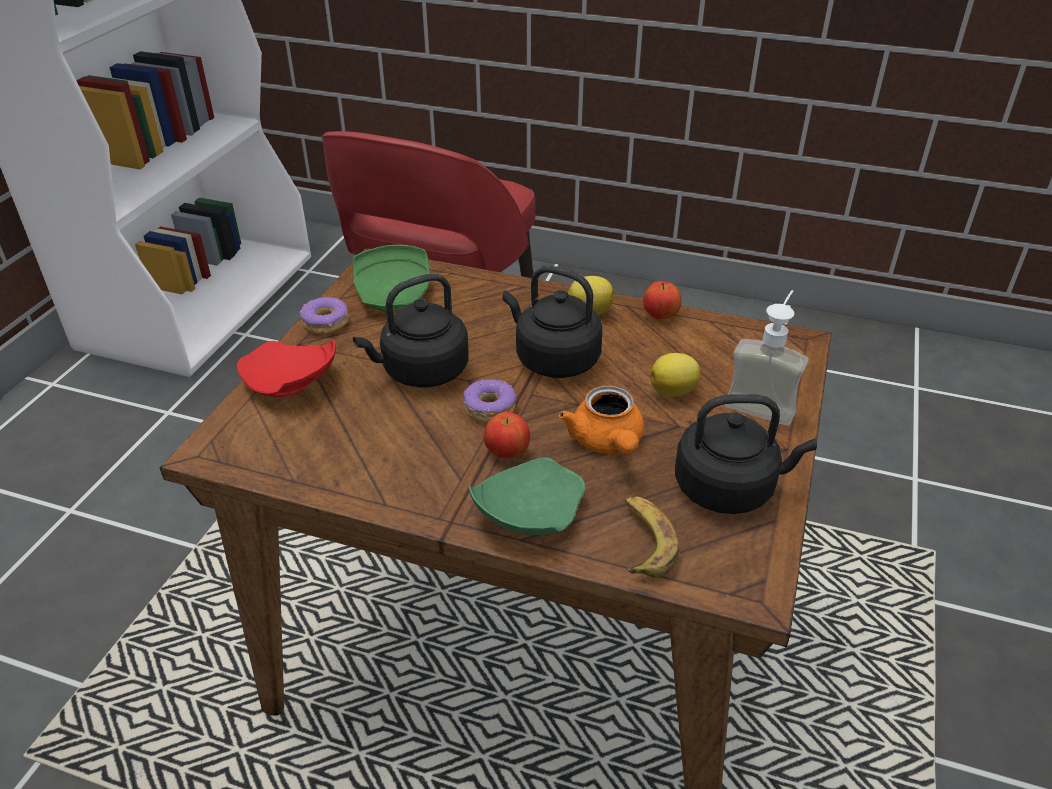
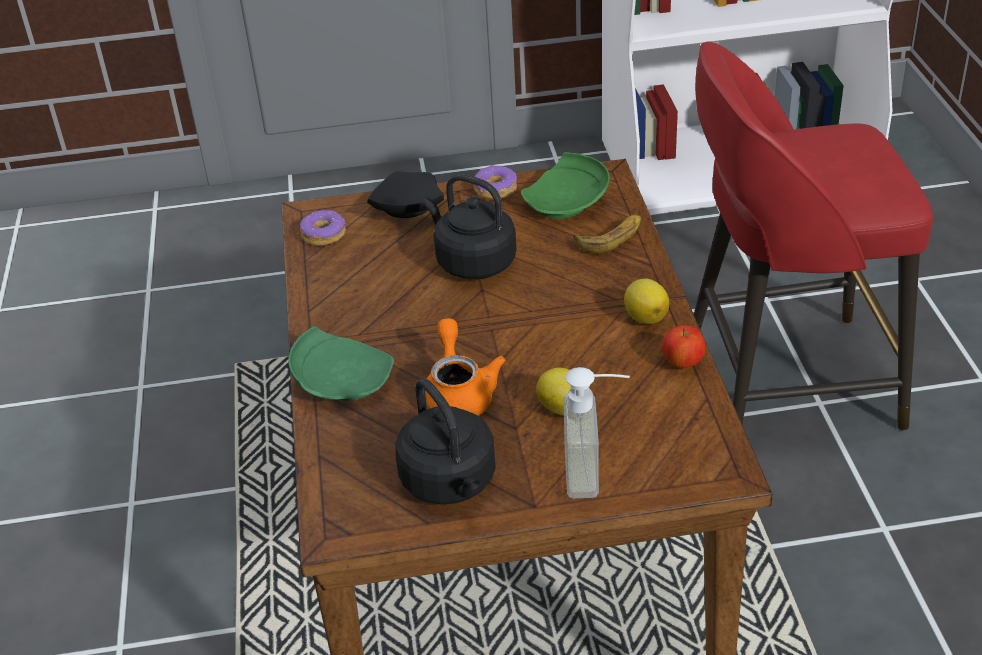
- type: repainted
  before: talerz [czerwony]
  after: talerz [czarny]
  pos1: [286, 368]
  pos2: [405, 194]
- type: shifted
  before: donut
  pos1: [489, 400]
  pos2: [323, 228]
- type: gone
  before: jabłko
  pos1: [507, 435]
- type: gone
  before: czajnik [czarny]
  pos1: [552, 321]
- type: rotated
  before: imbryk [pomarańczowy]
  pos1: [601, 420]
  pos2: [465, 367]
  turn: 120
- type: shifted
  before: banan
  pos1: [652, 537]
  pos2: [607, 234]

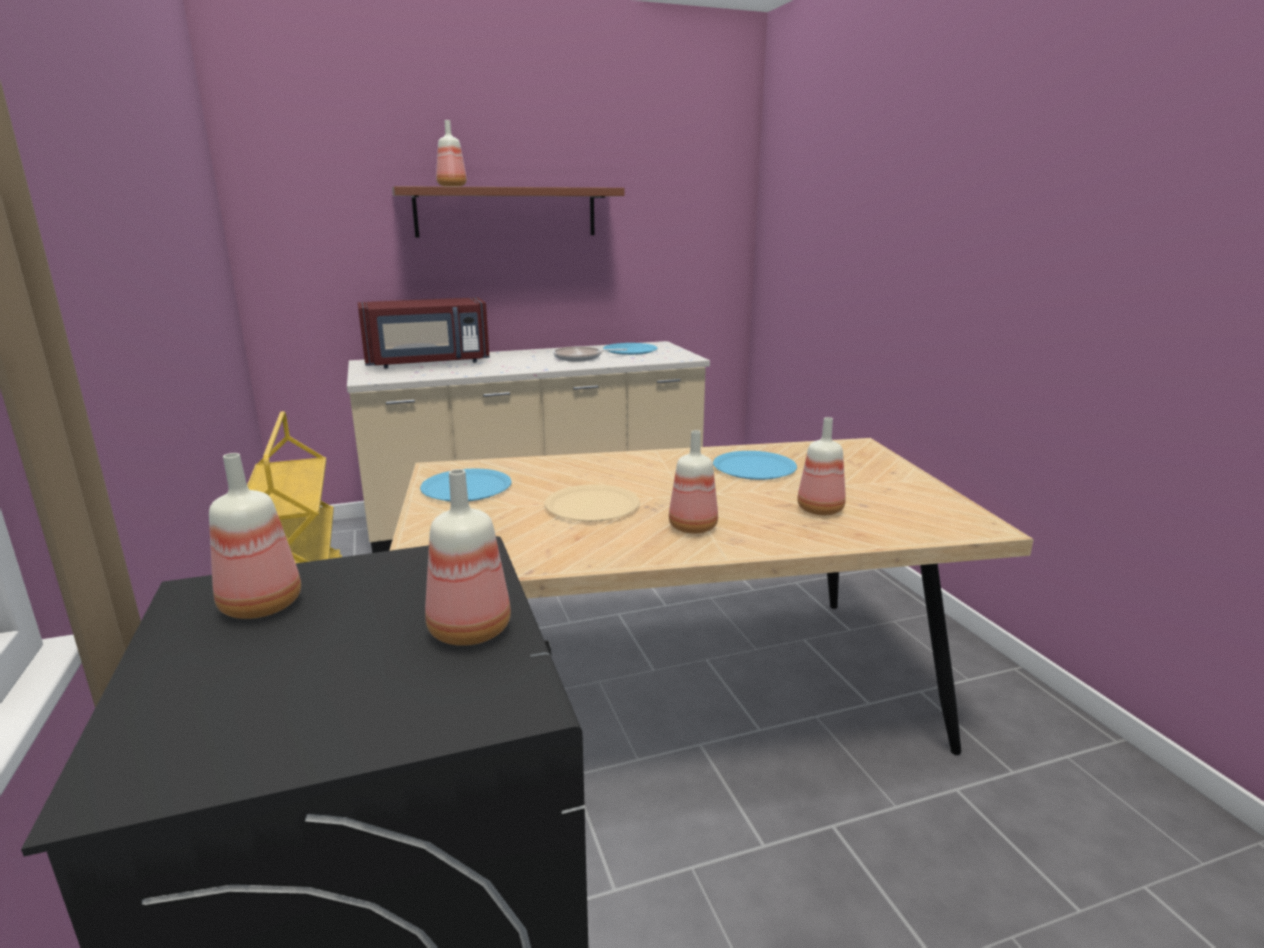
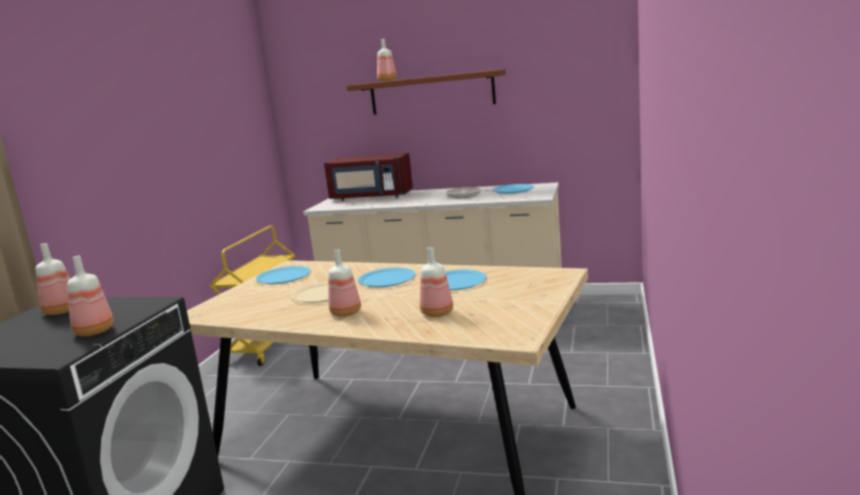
- type: new
  after: talerz [niebieski]
  pos2: [387, 277]

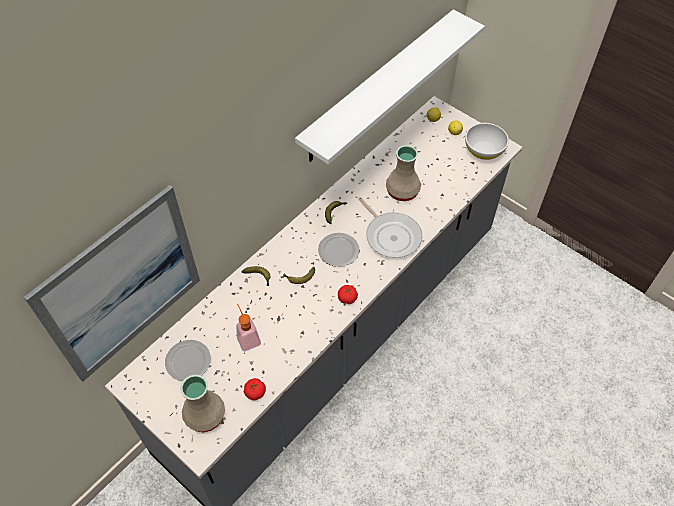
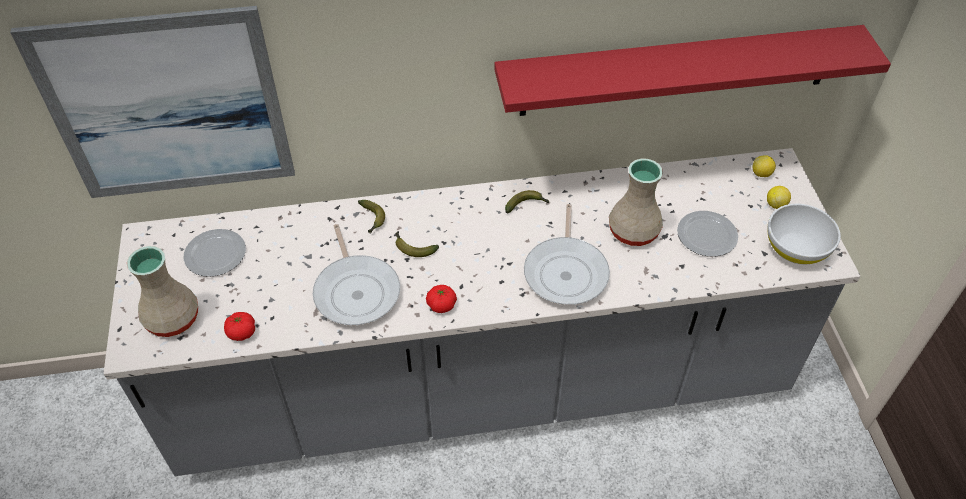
- type: gone
  before: dozownik mydła
  pos1: [248, 327]
- type: repainted
  before: półka [biały]
  after: półka [czerwony]
  pos1: [390, 87]
  pos2: [692, 70]
- type: shifted
  before: talerz
  pos1: [338, 250]
  pos2: [707, 234]
- type: new
  after: patelnia
  pos2: [356, 275]

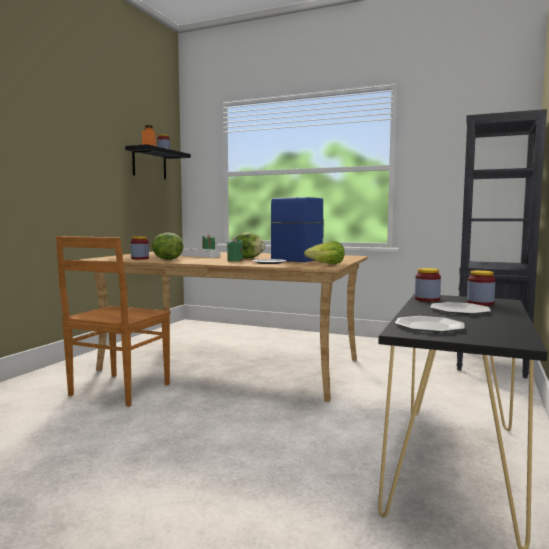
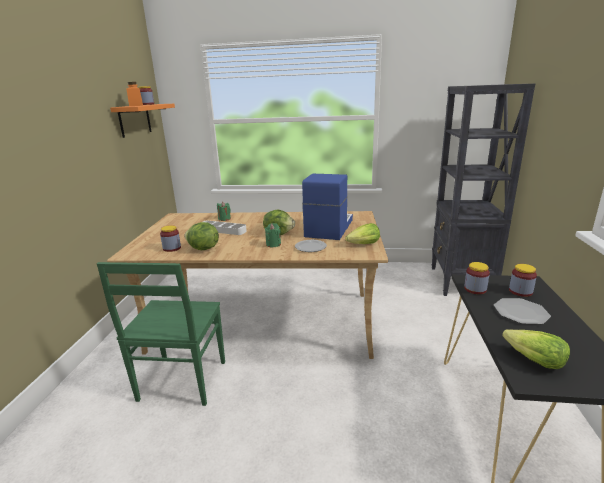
- type: repainted
  before: krzesło [brązowy]
  after: krzesło [zielony]
  pos1: [113, 321]
  pos2: [161, 334]
- type: repainted
  before: półka [czarny]
  after: półka [pomarańczowy]
  pos1: [158, 162]
  pos2: [142, 121]
- type: swapped
  before: talerz
  after: sałata
  pos1: [430, 324]
  pos2: [536, 349]

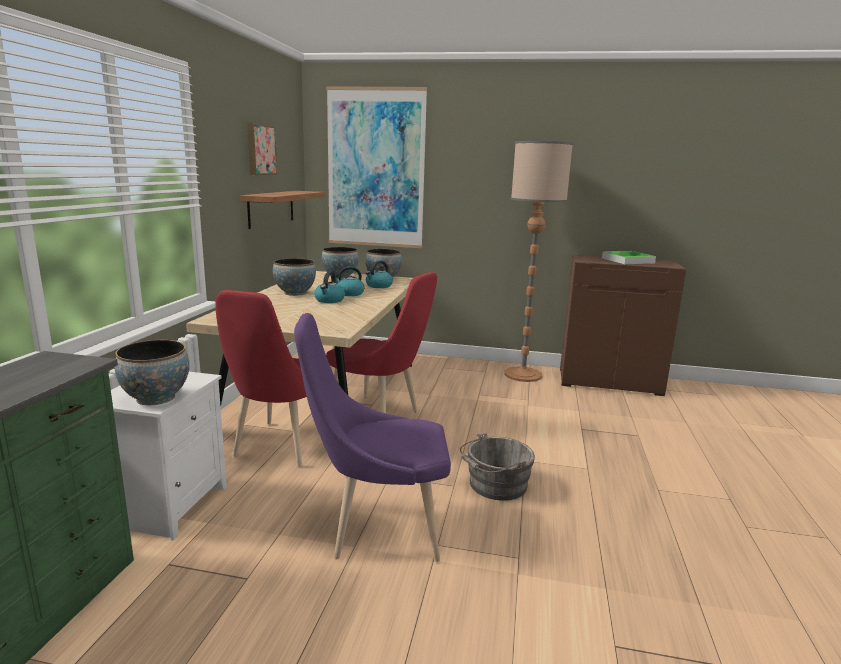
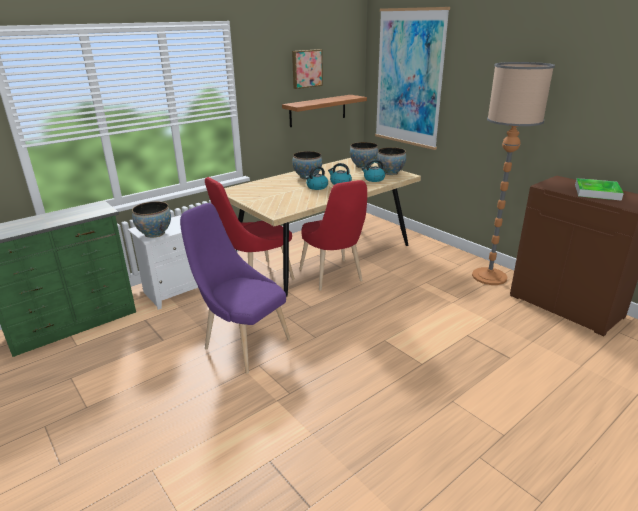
- type: gone
  before: wiadro [szary]
  pos1: [497, 466]

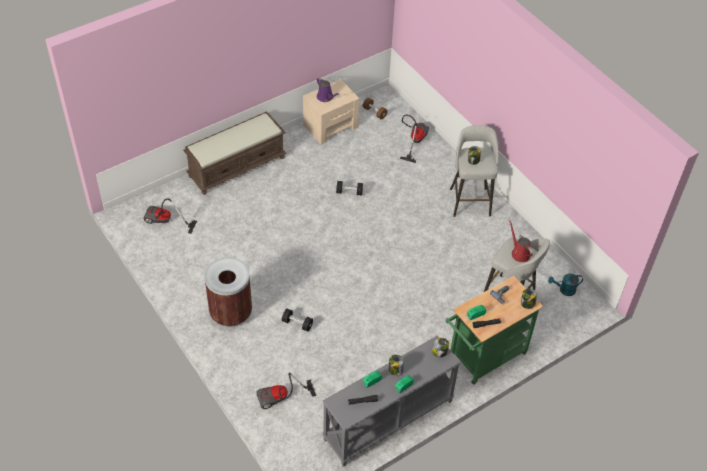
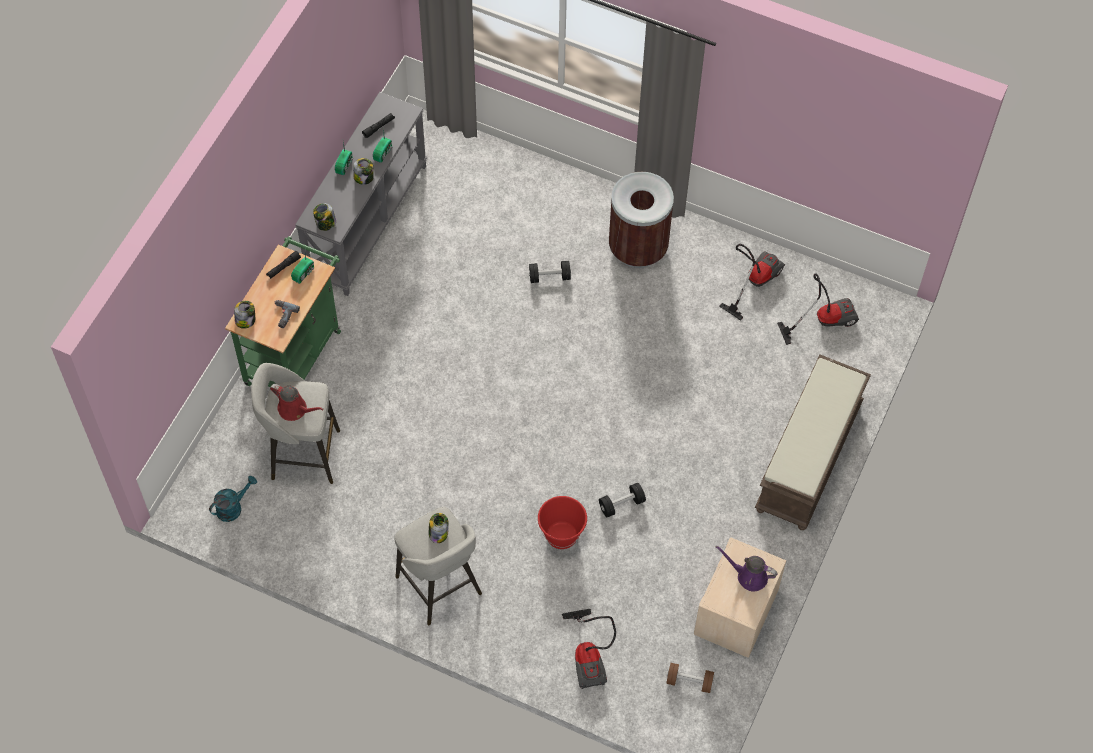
- type: shifted
  before: odkurzacz
  pos1: [286, 391]
  pos2: [752, 282]
- type: new
  after: wiadro [czerwony]
  pos2: [562, 522]

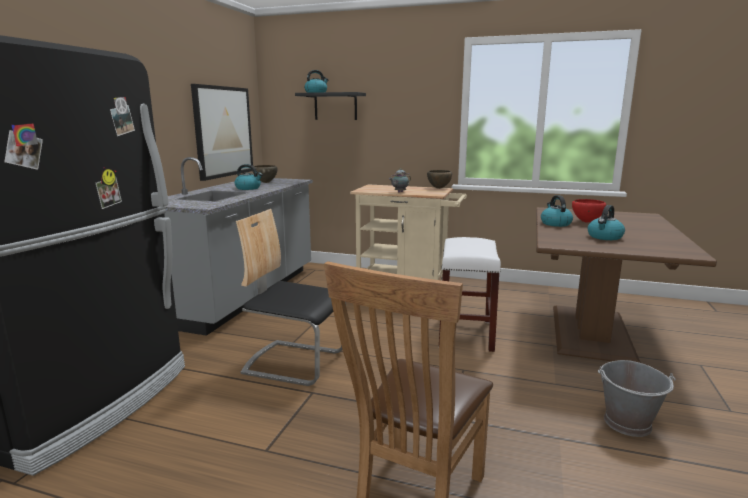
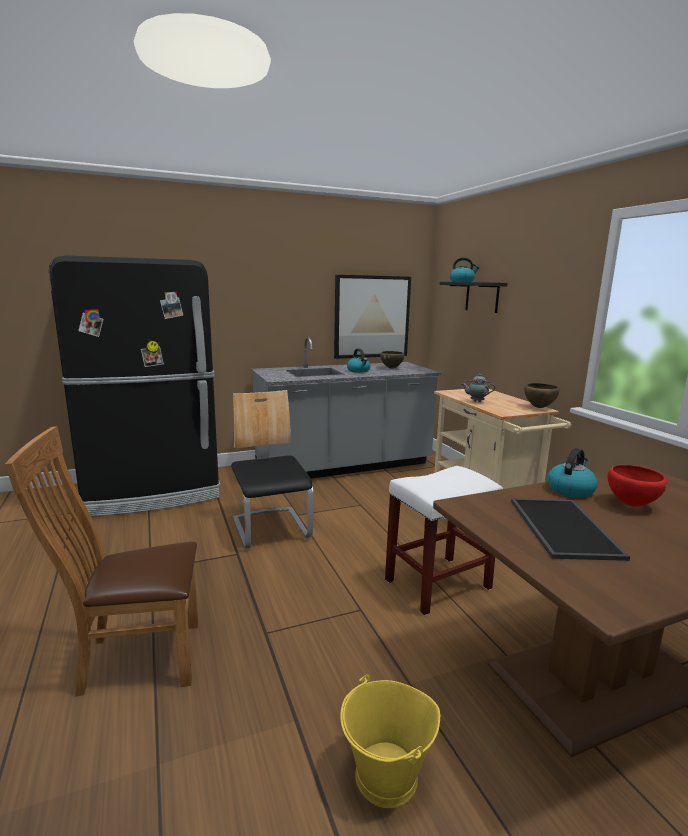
- type: swapped
  before: czajnik
  after: taca
  pos1: [606, 222]
  pos2: [570, 529]
- type: repainted
  before: wiadro [szary]
  after: wiadro [żółty]
  pos1: [637, 398]
  pos2: [390, 741]

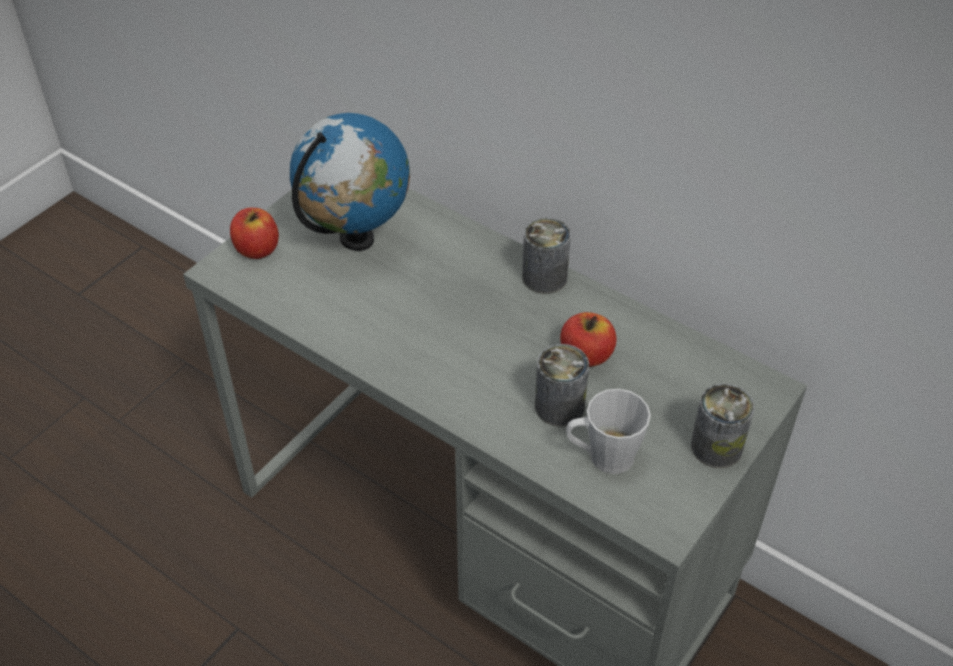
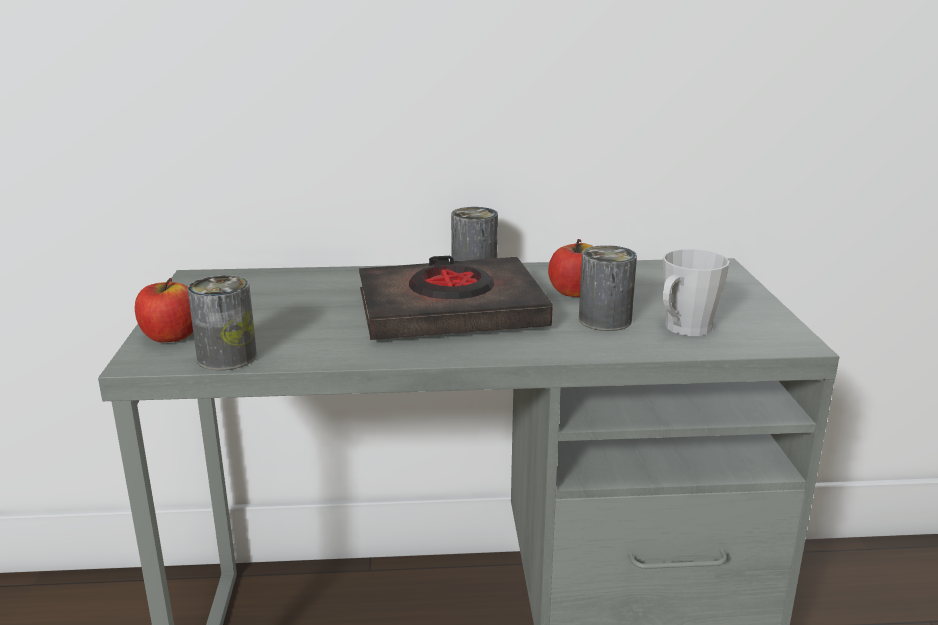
- type: gone
  before: globus
  pos1: [350, 182]
- type: shifted
  before: puszka
  pos1: [722, 426]
  pos2: [222, 322]
- type: new
  after: książka [czarny]
  pos2: [456, 298]

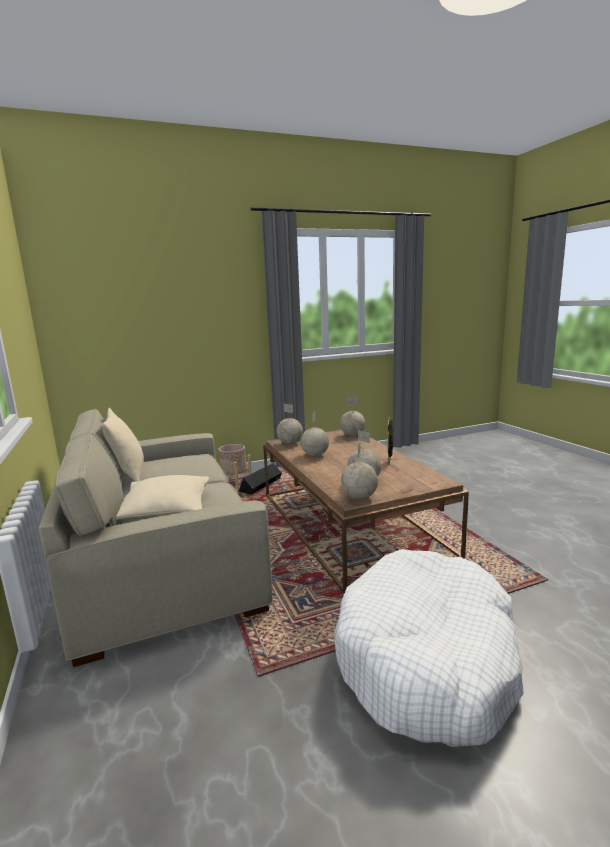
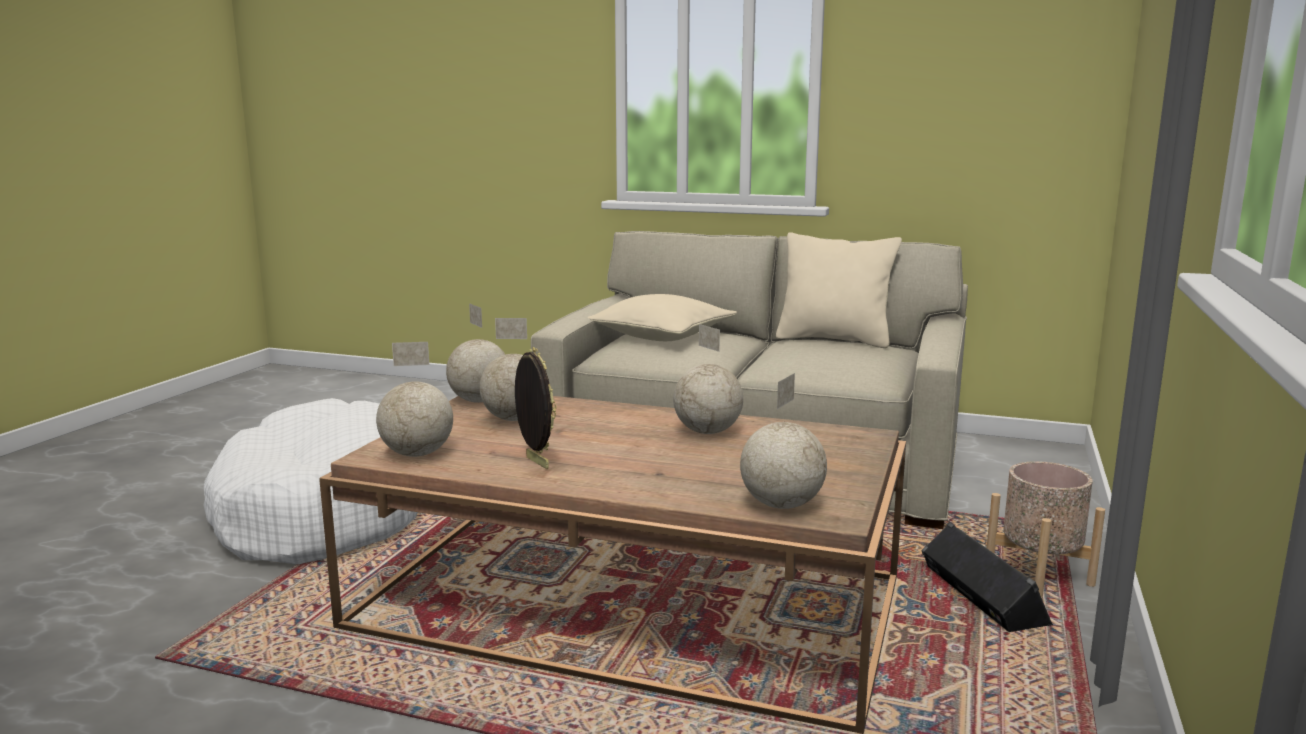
- type: shifted
  before: globus
  pos1: [290, 424]
  pos2: [414, 399]

